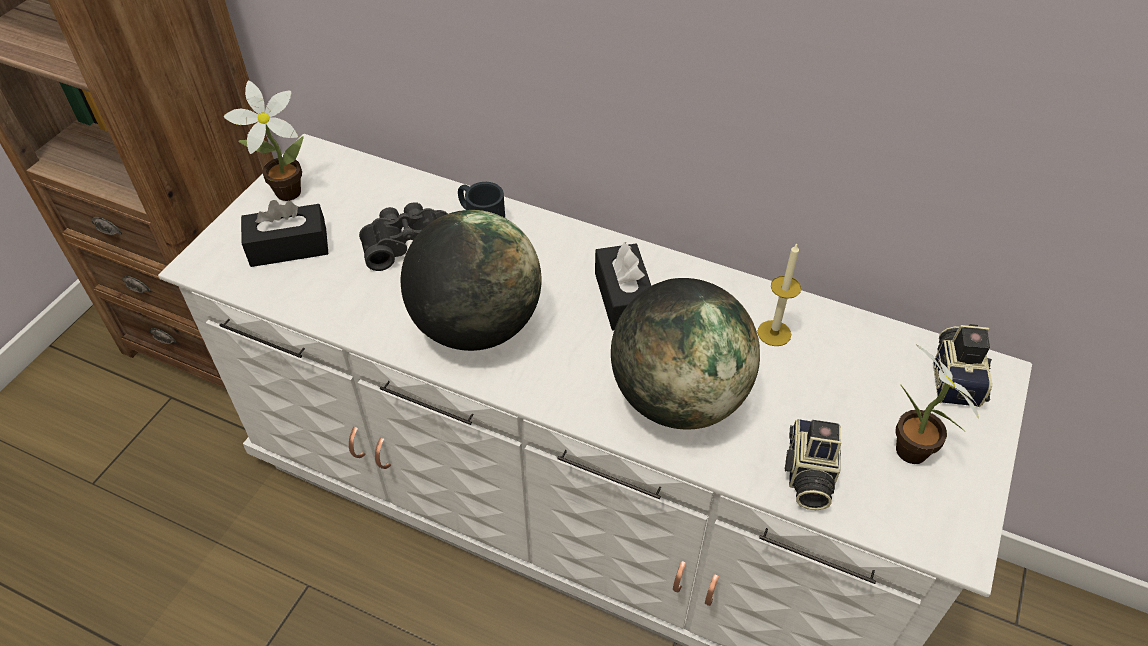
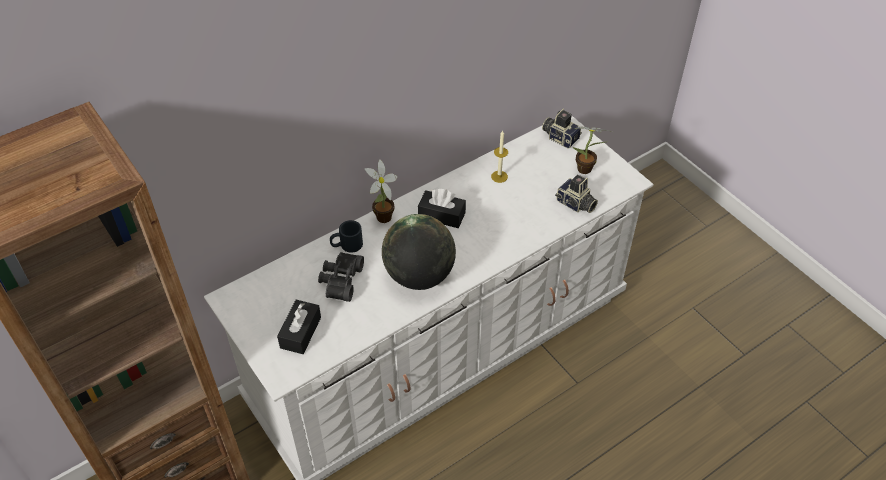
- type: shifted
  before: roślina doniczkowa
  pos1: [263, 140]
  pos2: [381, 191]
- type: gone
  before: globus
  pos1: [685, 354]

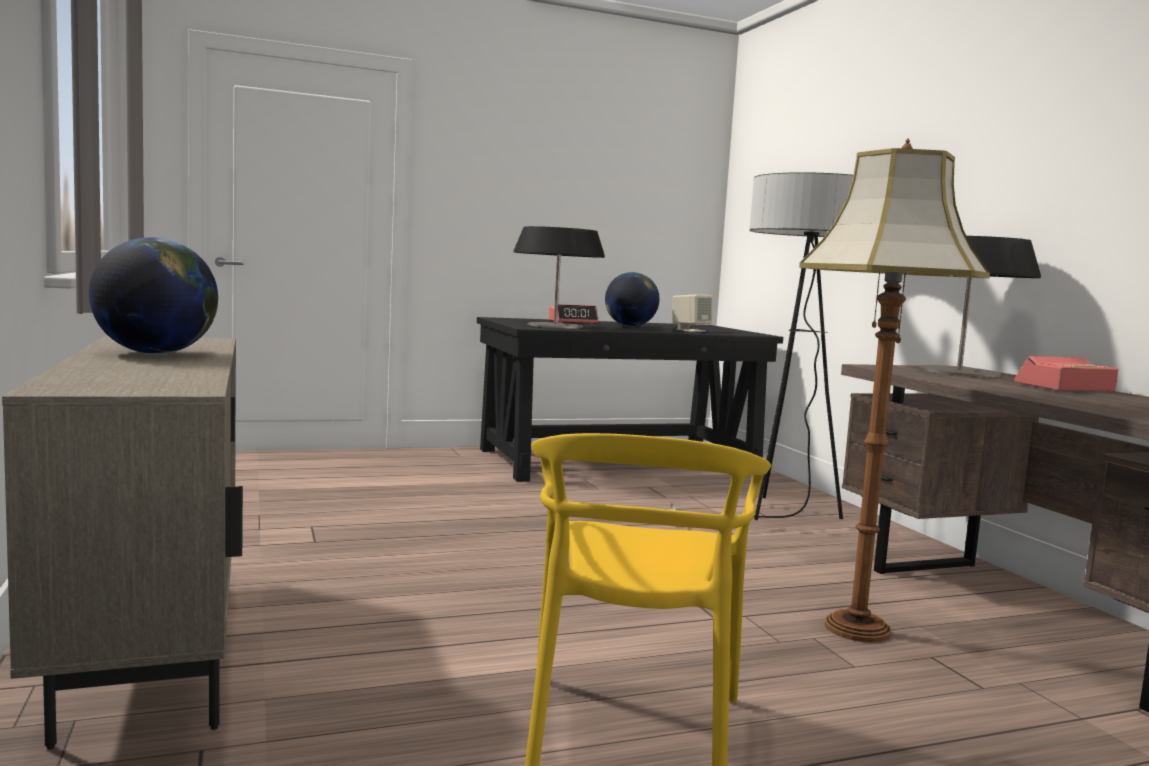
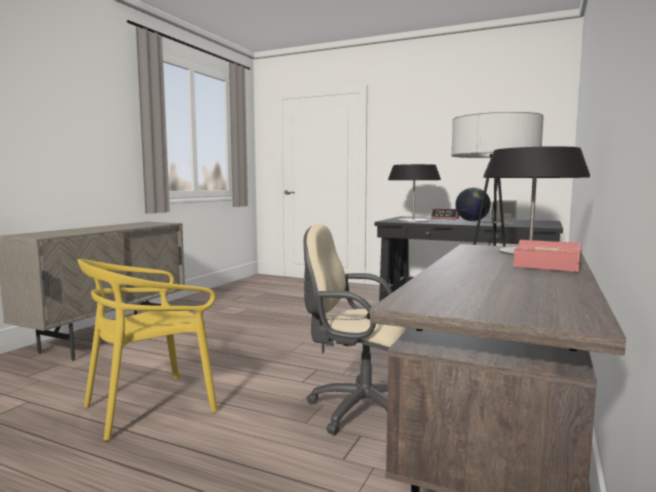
- type: gone
  before: globus
  pos1: [153, 295]
- type: swapped
  before: lampa stojąca
  after: krzesło biurowe [beżowy]
  pos1: [894, 390]
  pos2: [355, 329]

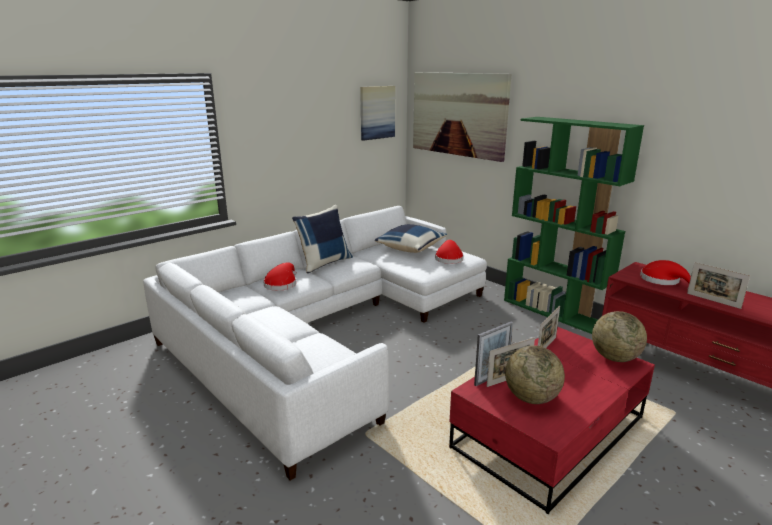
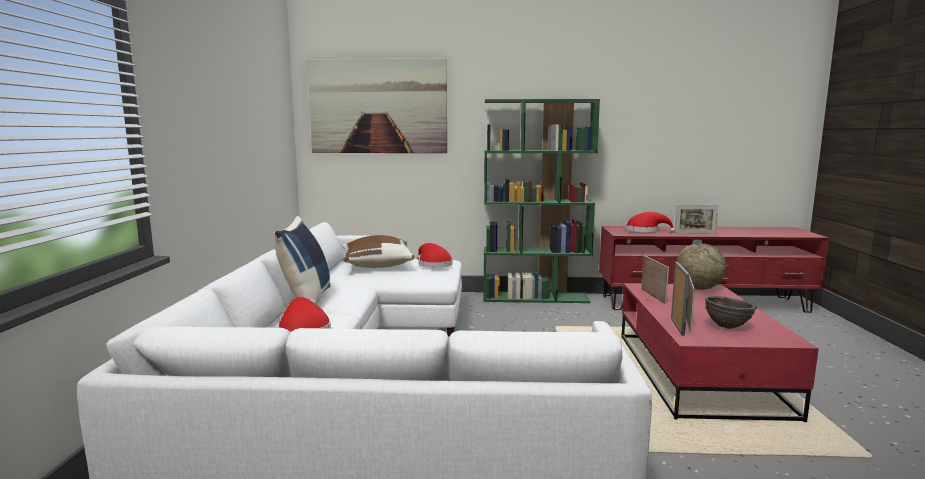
- type: gone
  before: obraz
  pos1: [377, 113]
- type: repainted
  before: poduszka [niebieski]
  after: poduszka [brązowy]
  pos1: [411, 238]
  pos2: [378, 251]
- type: swapped
  before: globus
  after: miska [brązowy]
  pos1: [535, 374]
  pos2: [730, 312]

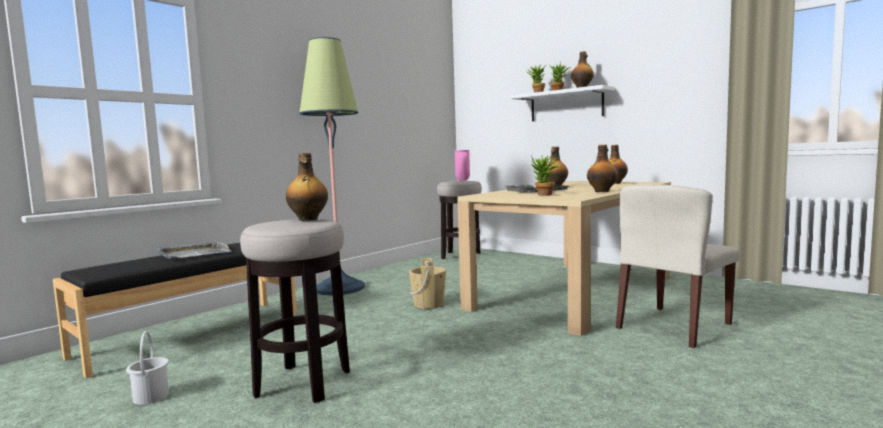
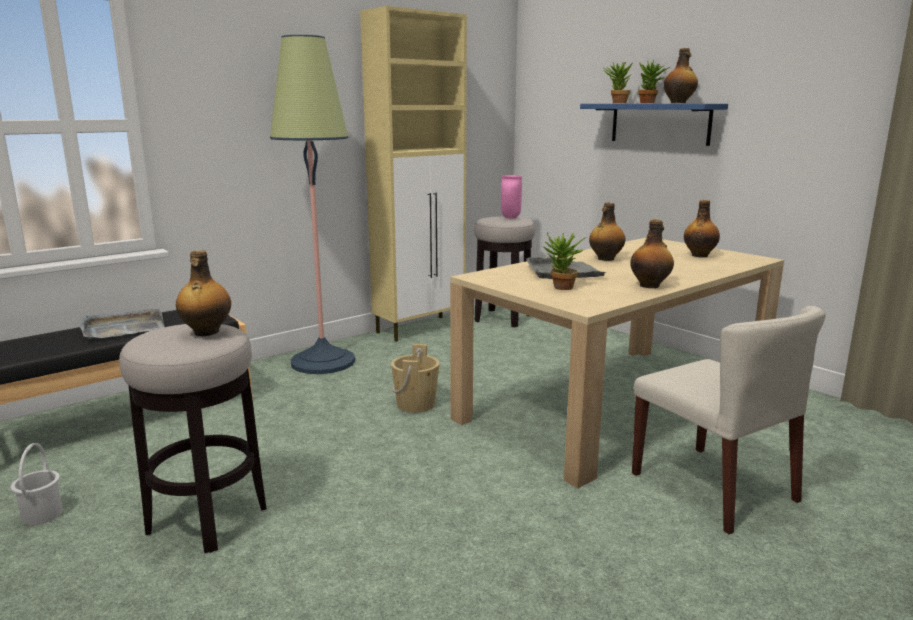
- type: repainted
  before: półka [biały]
  after: półka [niebieski]
  pos1: [562, 103]
  pos2: [654, 125]
- type: rotated
  before: krzesło [beżowy]
  pos1: [678, 266]
  pos2: [728, 420]
  turn: -90
- type: new
  after: szafka [beżowy]
  pos2: [413, 174]

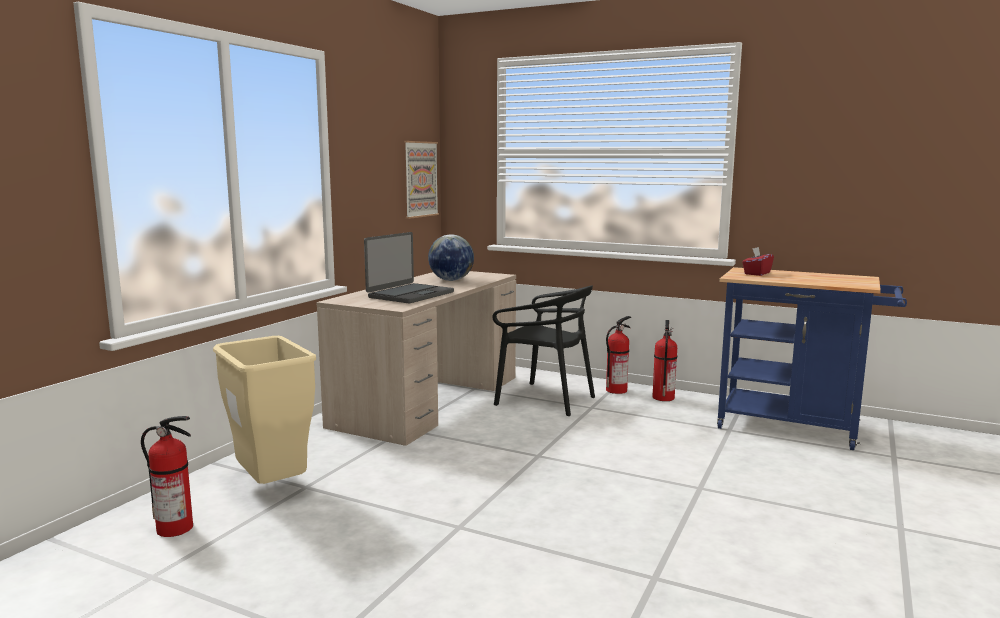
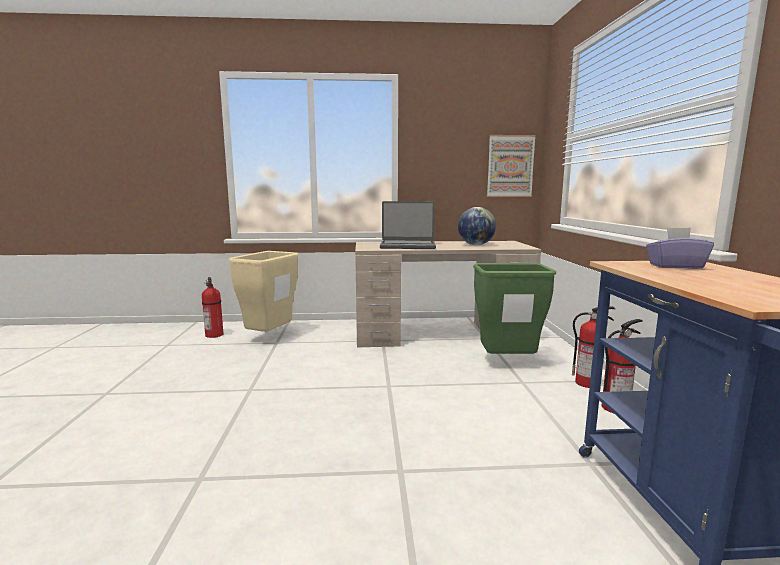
- type: swapped
  before: krzesło [czarny]
  after: kosz na śmieci [zielony]
  pos1: [544, 350]
  pos2: [514, 308]
- type: repainted
  before: pudełko chusteczek [czerwony]
  after: pudełko chusteczek [fioletowy]
  pos1: [758, 261]
  pos2: [680, 248]

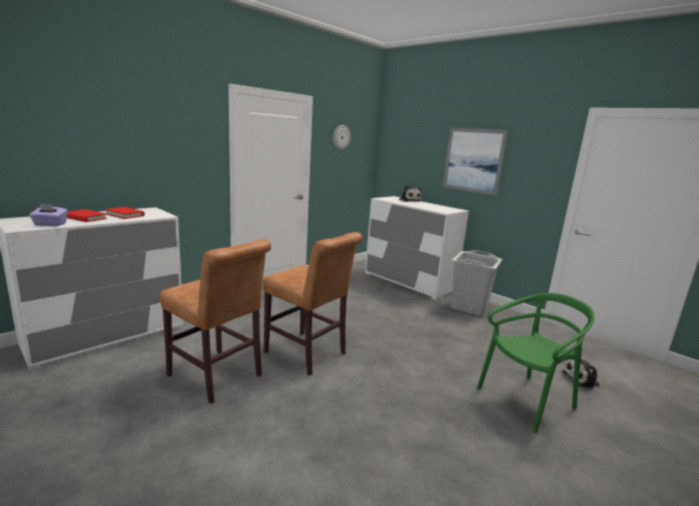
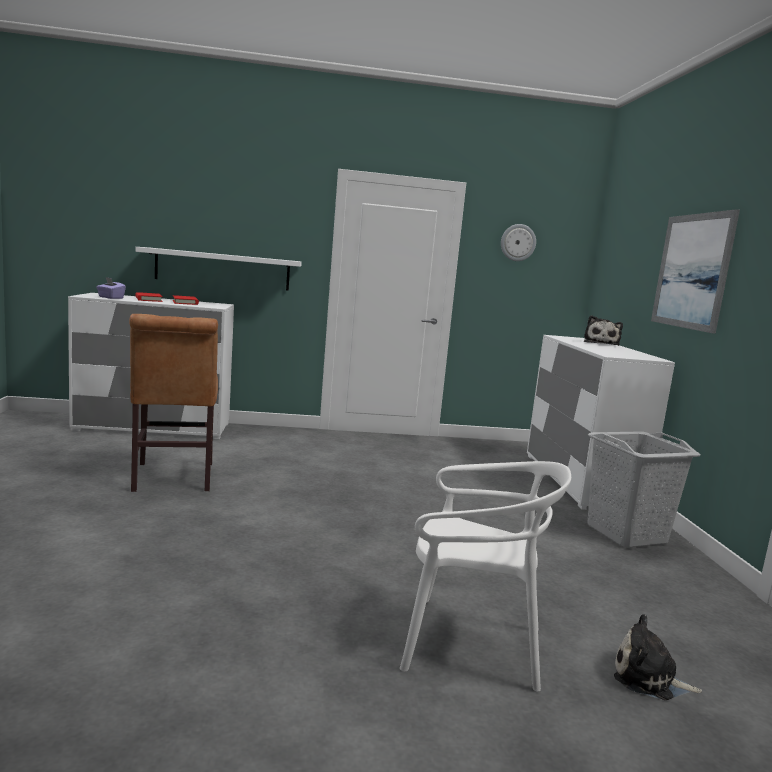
- type: gone
  before: krzesło [brązowy]
  pos1: [313, 304]
- type: repainted
  before: krzesło [zielony]
  after: krzesło [biały]
  pos1: [535, 363]
  pos2: [485, 576]
- type: new
  after: półka [biały]
  pos2: [219, 269]

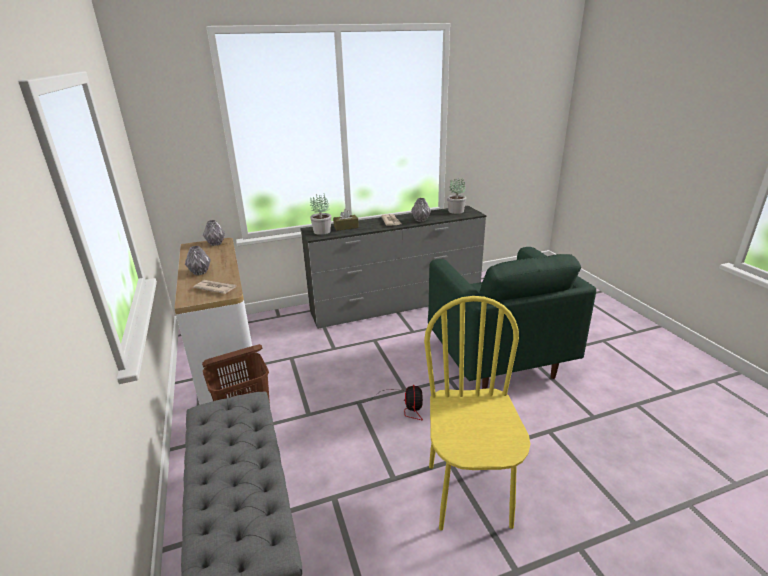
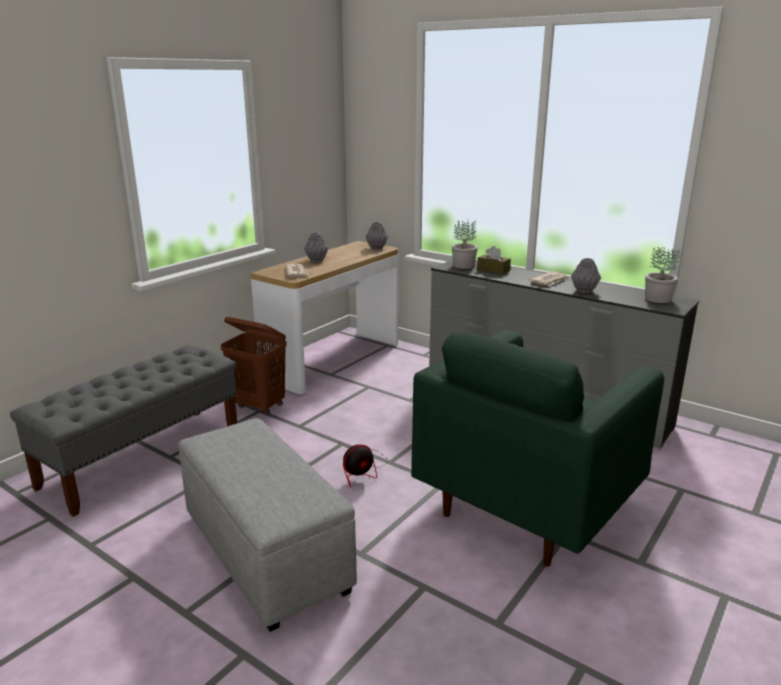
- type: swapped
  before: krzesło [żółty]
  after: pufa [szary]
  pos1: [477, 413]
  pos2: [267, 525]

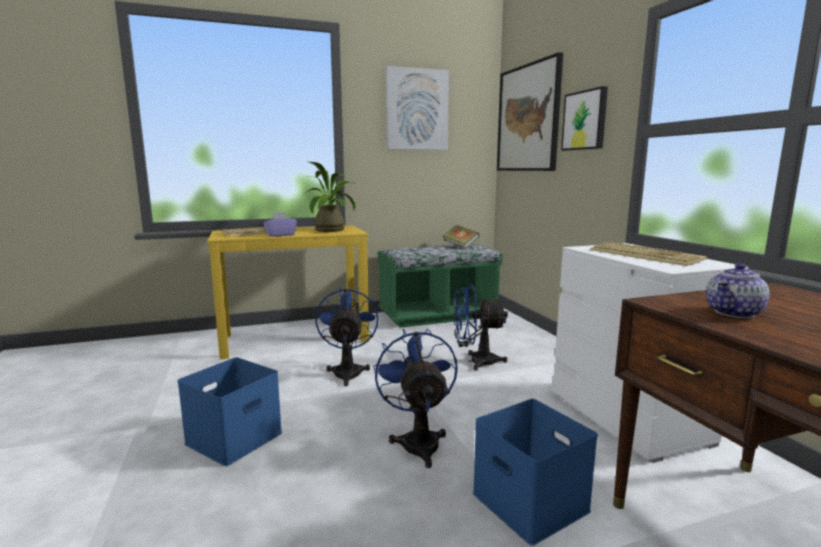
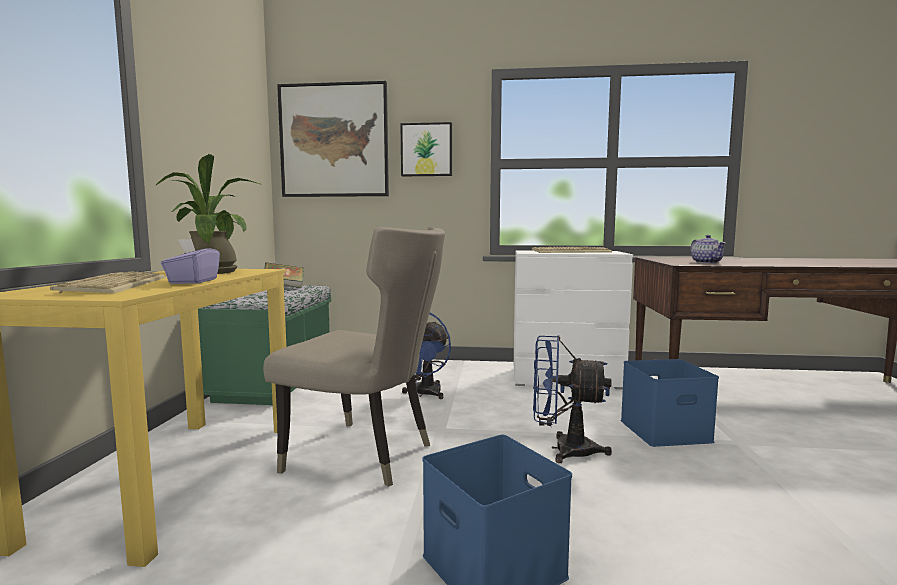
- type: swapped
  before: wentylator [niebieski]
  after: krzesło [beżowy]
  pos1: [346, 336]
  pos2: [354, 357]
- type: gone
  before: obraz
  pos1: [417, 108]

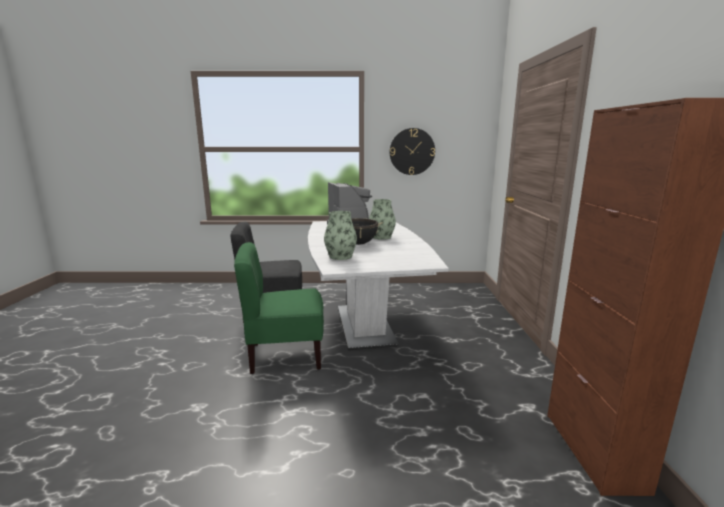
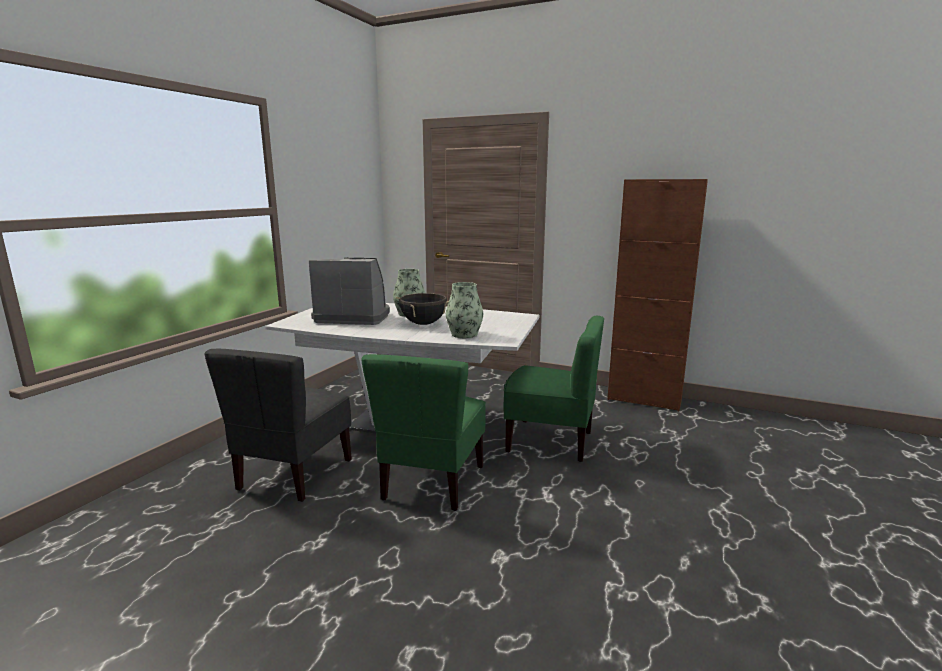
- type: gone
  before: zegar ścienny
  pos1: [412, 151]
- type: new
  after: krzesło [zielony]
  pos2: [553, 389]

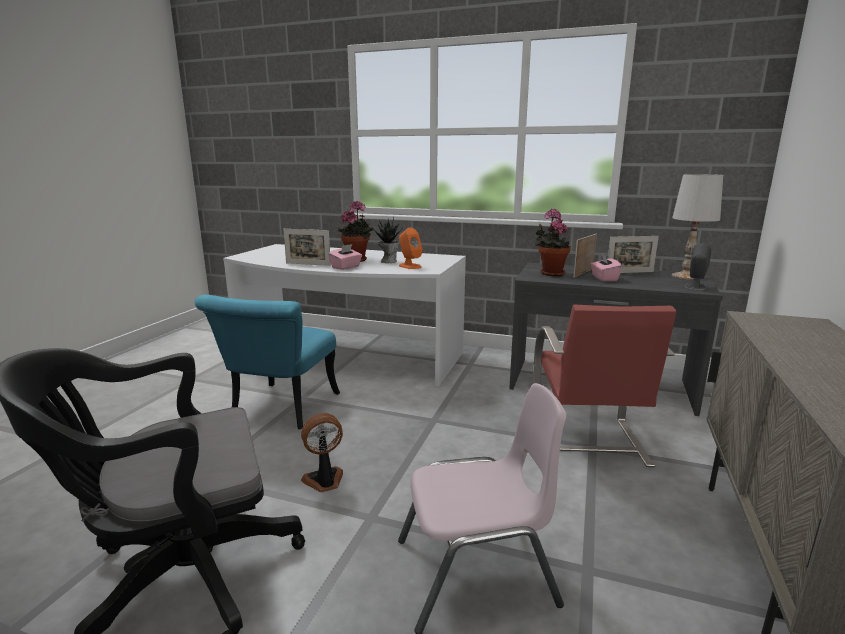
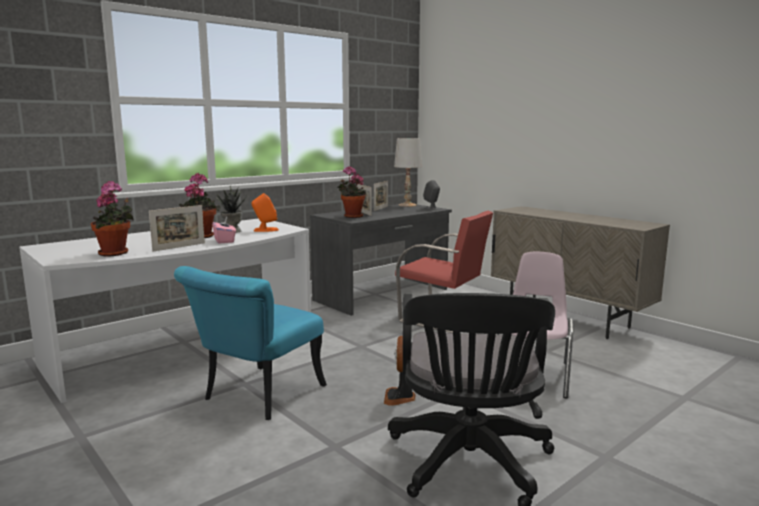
- type: rotated
  before: krzesło [turkusowy]
  pos1: [267, 362]
  pos2: [250, 343]
  turn: 75
- type: gone
  before: pudełko chusteczek [różowy]
  pos1: [606, 267]
- type: new
  after: roślina doniczkowa
  pos2: [112, 219]

